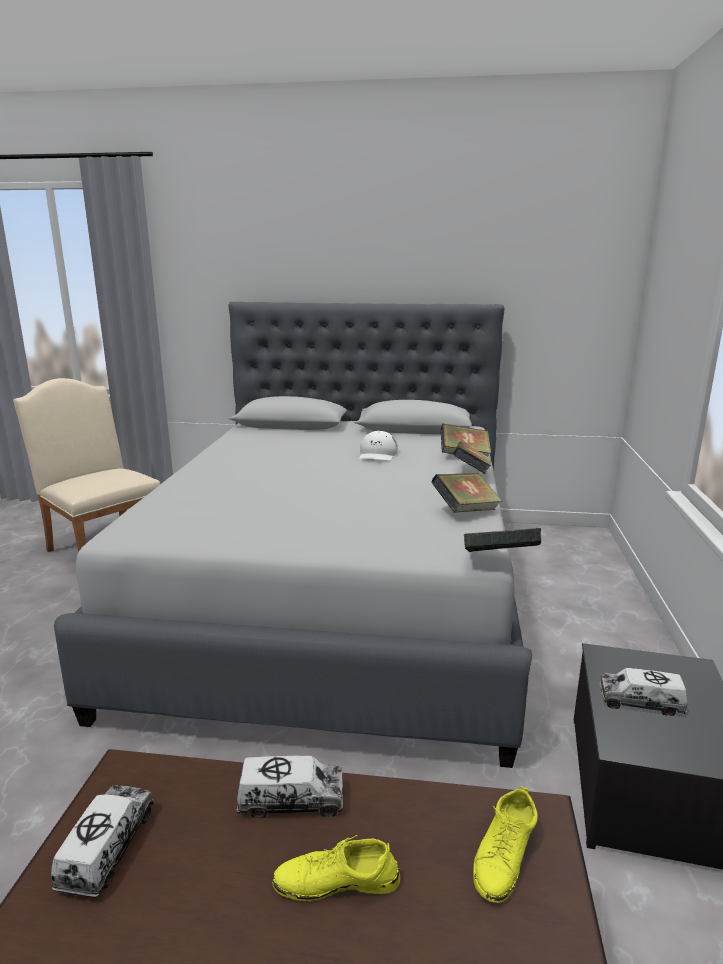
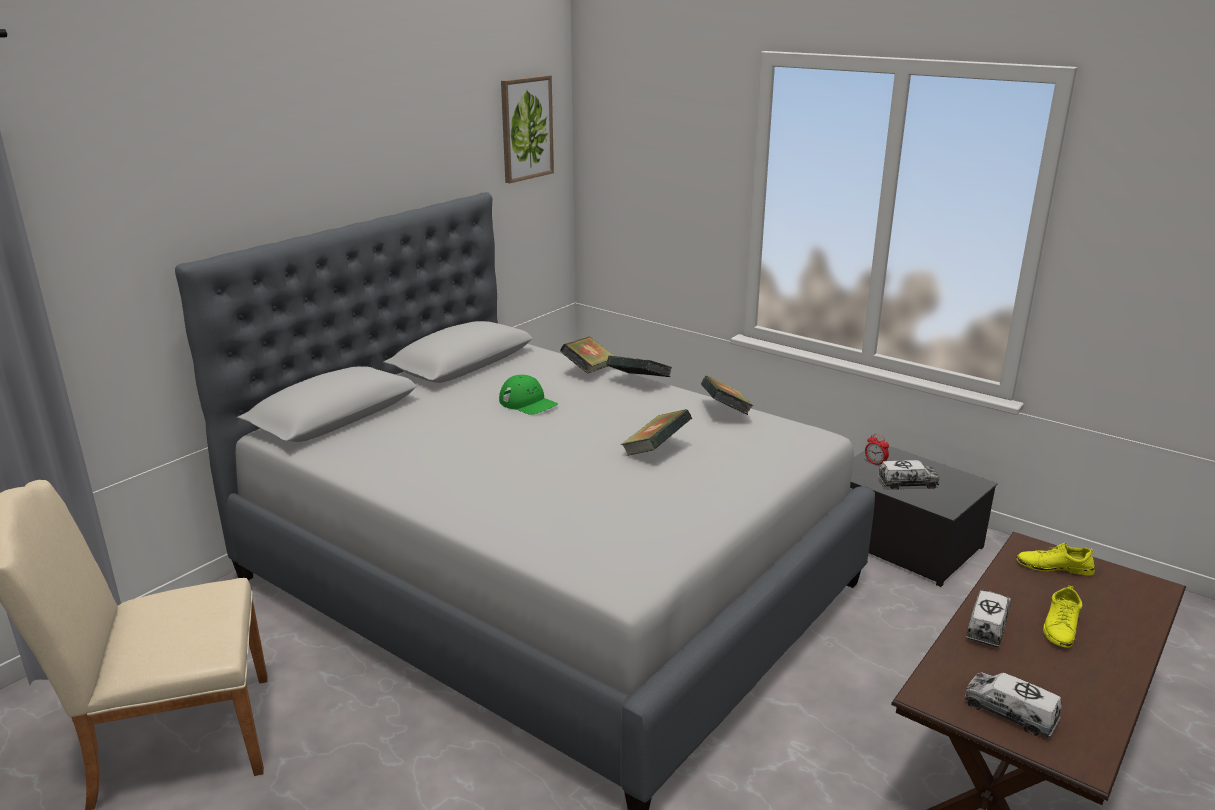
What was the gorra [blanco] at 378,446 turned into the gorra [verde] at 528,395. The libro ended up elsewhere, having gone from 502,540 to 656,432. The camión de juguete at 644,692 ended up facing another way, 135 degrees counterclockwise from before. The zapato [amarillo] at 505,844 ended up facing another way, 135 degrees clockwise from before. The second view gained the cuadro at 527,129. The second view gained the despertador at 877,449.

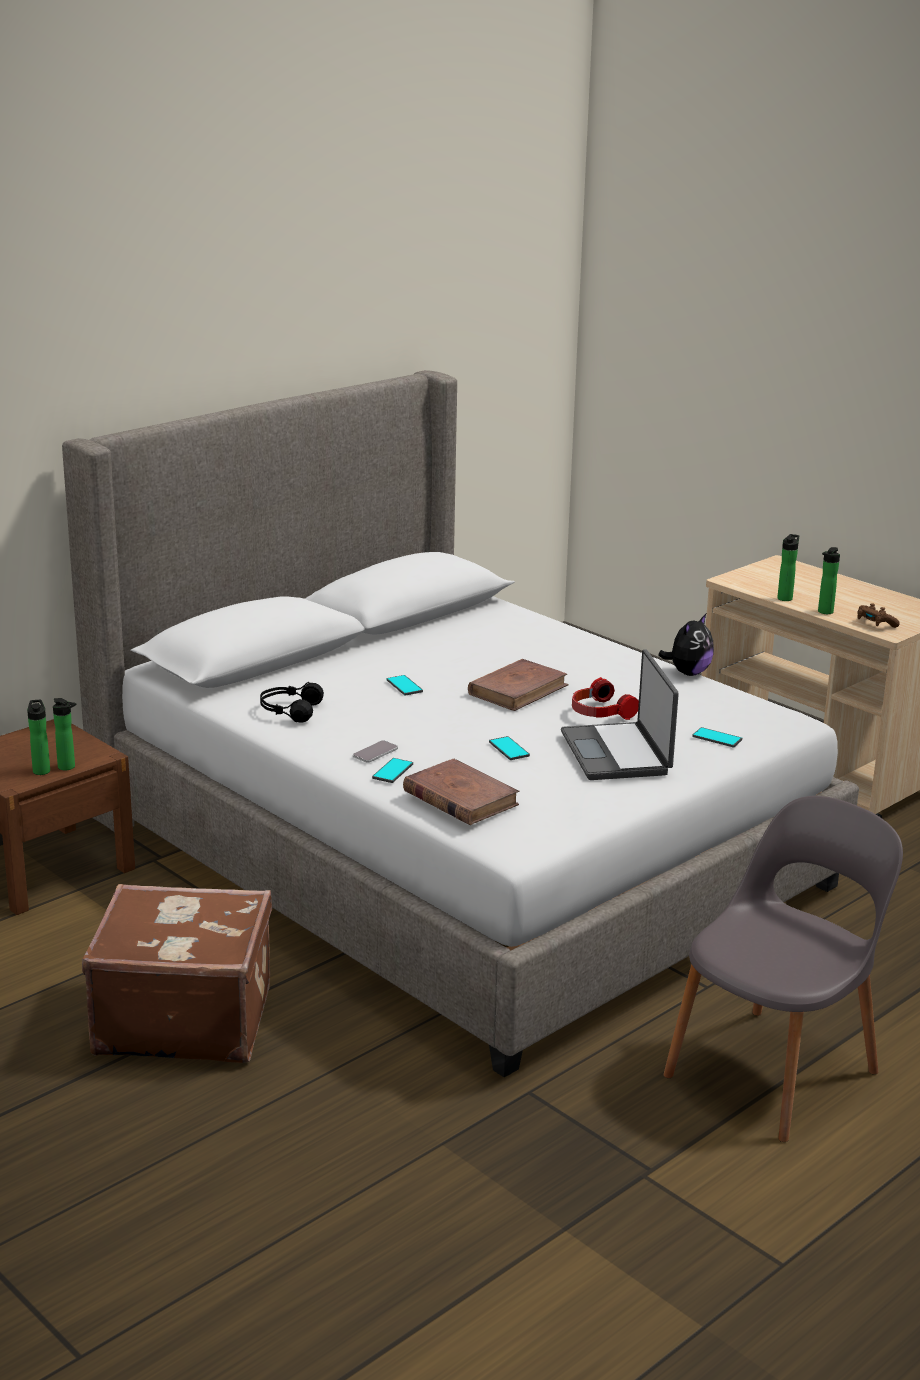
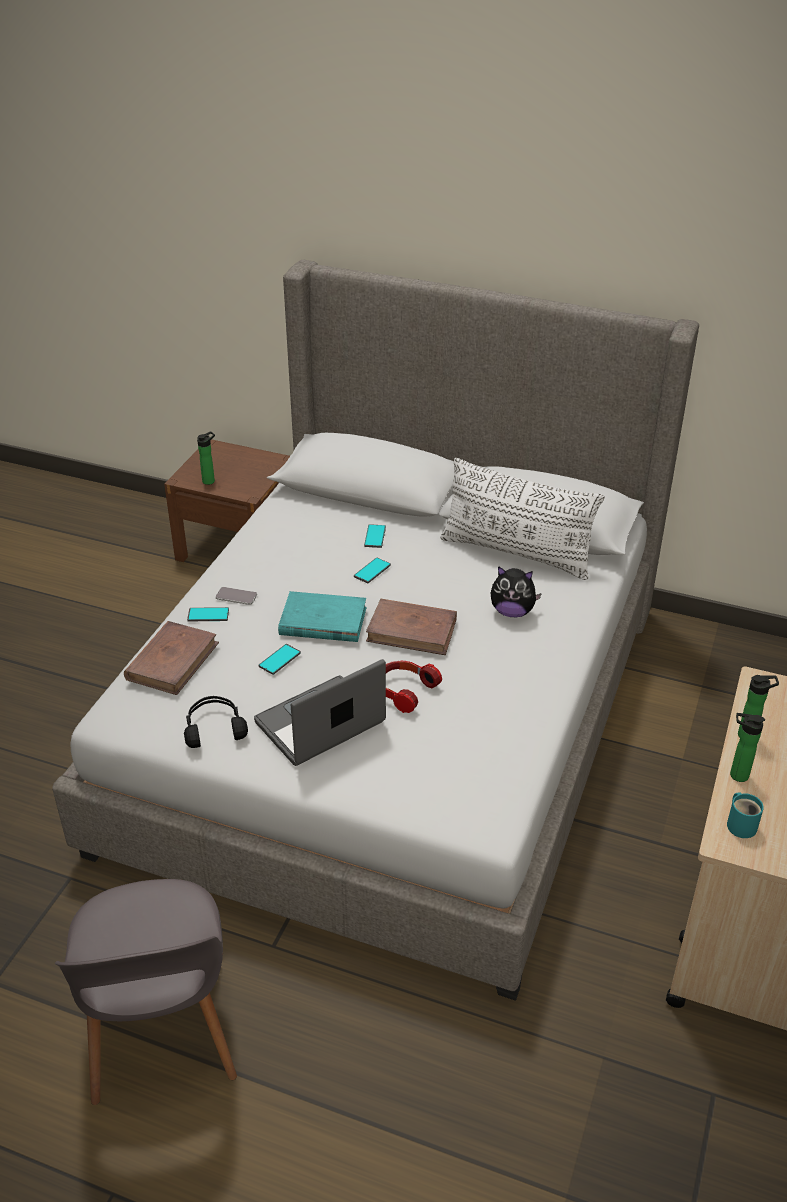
Where the mando de consola [marrón] stood at 879,615, the taza grande [turquesa] came to stand at 745,815. The peluche ended up elsewhere, having gone from 686,645 to 516,591. The auriculares [negro] ended up elsewhere, having gone from 292,702 to 216,722. The second view lost the botella at 64,734. The móvil ended up elsewhere, having gone from 717,737 to 375,536. The silla [gris] at 783,969 ended up facing another way, 60 degrees clockwise from before. The second view lost the maleta [marrón] at 177,973. The second view gained the cojín [blanco] at 522,519. The second view gained the libro [turquesa] at 322,616.

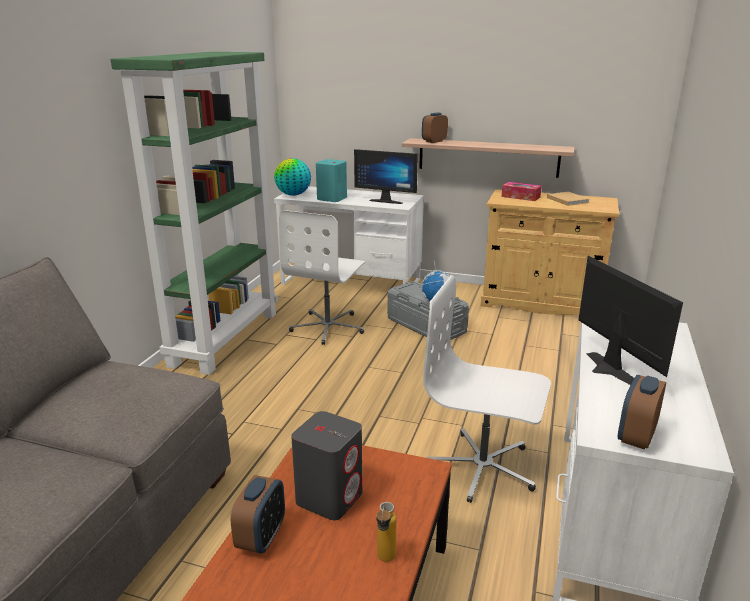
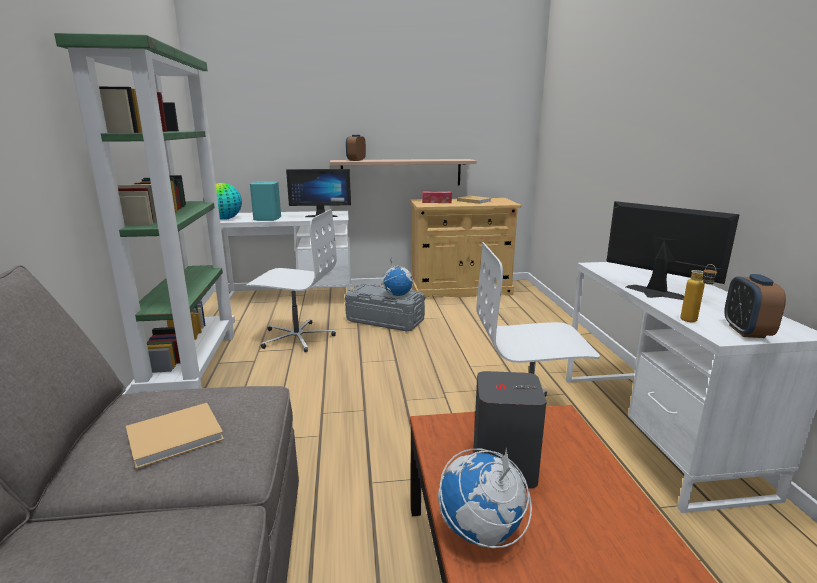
The silla de oficina [blanco] at 322,277 ended up facing another way, 75 degrees counterclockwise from before. Where the despertador stood at 258,514, the globo terráqueo came to stand at 485,498. The botella ended up elsewhere, having gone from 386,532 to 698,293. The second view gained the libro [beis] at 175,436.

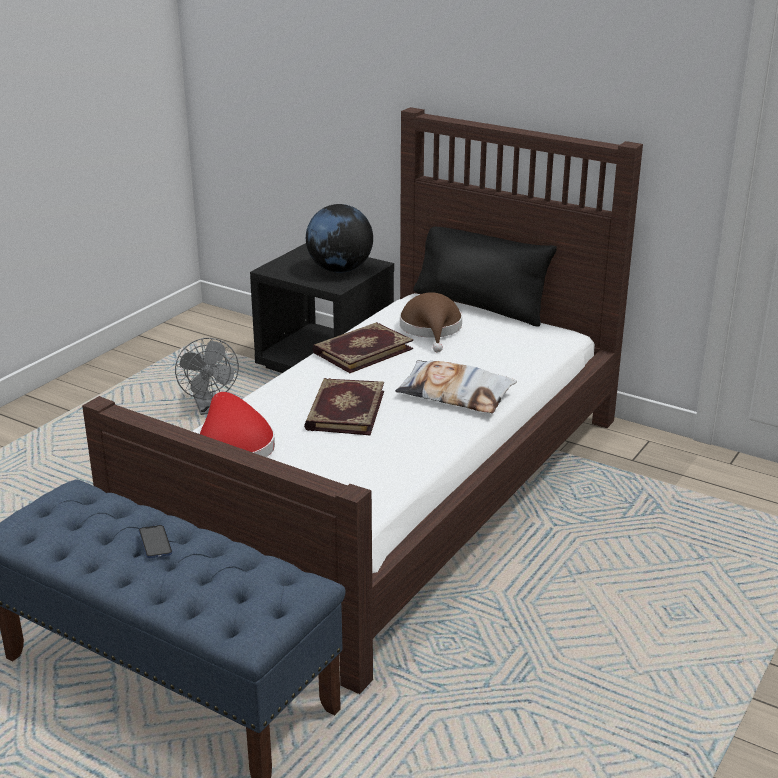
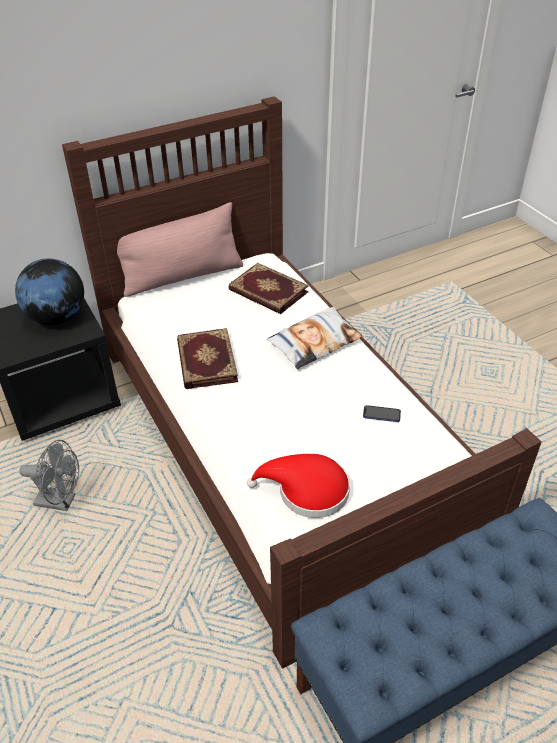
What was the cojín [negro] at 485,277 turned into the cojín [rosa] at 180,249. The second view lost the sombrero [marrón] at 431,322. The libro ended up elsewhere, having gone from 344,406 to 268,288. The móvil ended up elsewhere, having gone from 155,541 to 382,413.

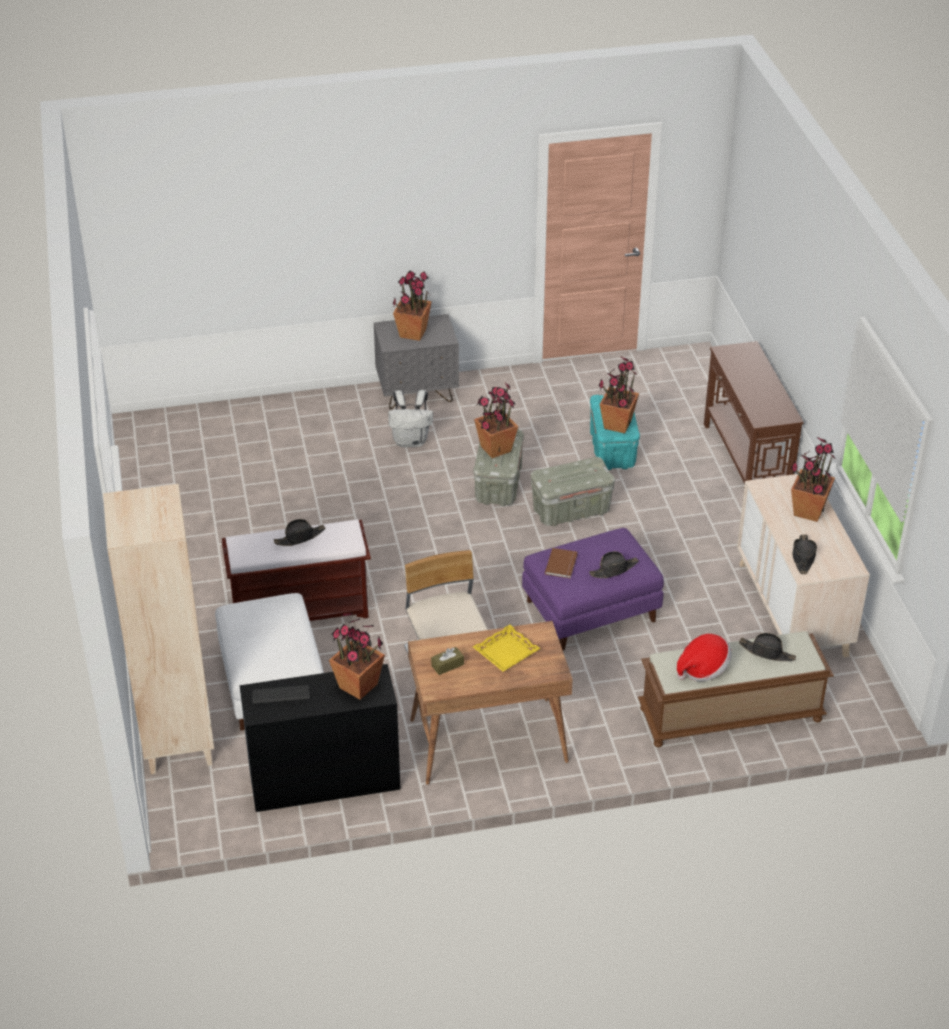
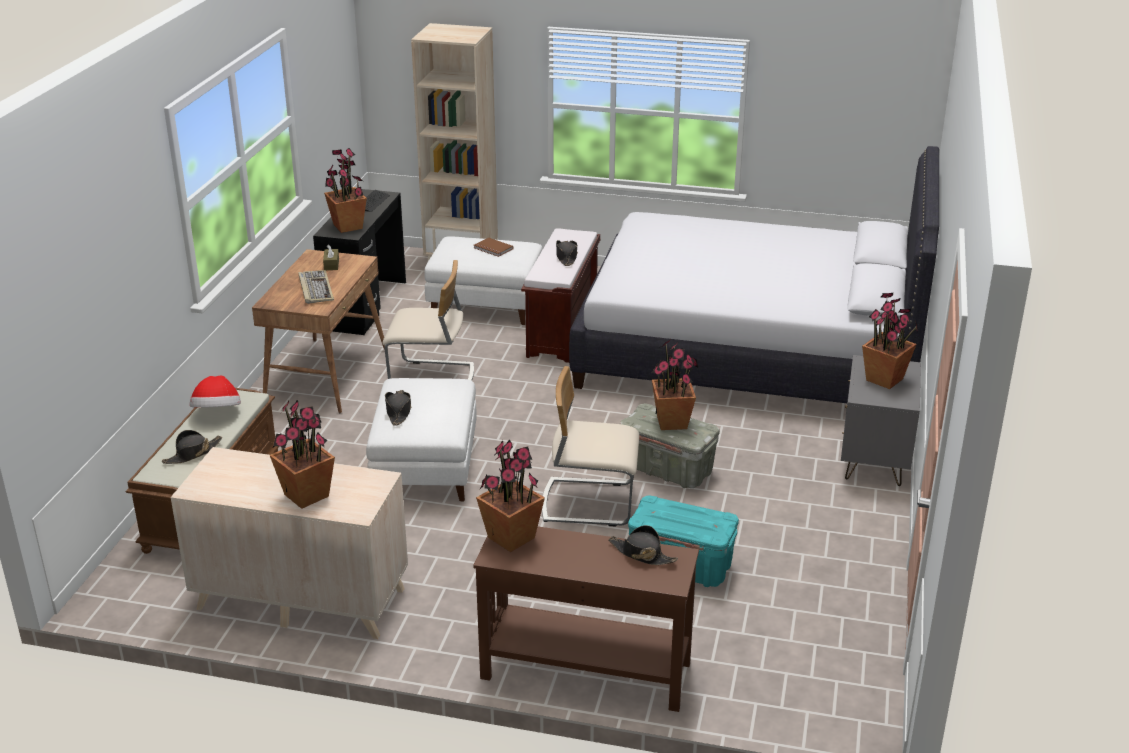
The planta en maceta ended up elsewhere, having gone from 619,394 to 510,496. The second view lost the mochila [blanco] at 410,418. Where the caja de almacenaje [gris] stood at 572,491, the silla [beis] came to stand at 590,446. What was the puf [morado] at 593,589 turned into the puf [blanco] at 421,440. The sombrero [negro] ended up elsewhere, having gone from 805,554 to 643,545. The libro [marrón] ended up elsewhere, having gone from 561,563 to 494,247. Where the bandeja [amarillo] stood at 507,648, the teclado came to stand at 316,287. The second view gained the cama [blanco] at 754,274.

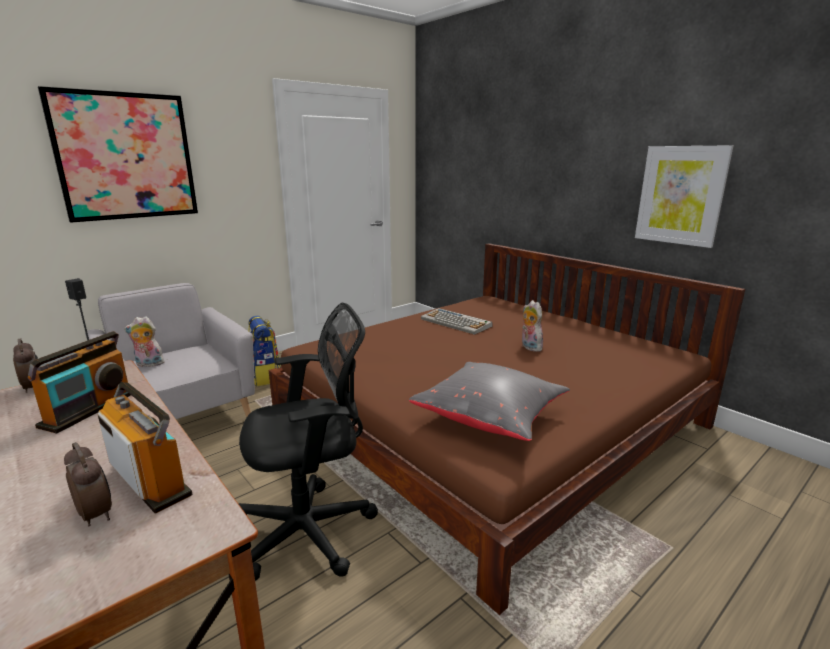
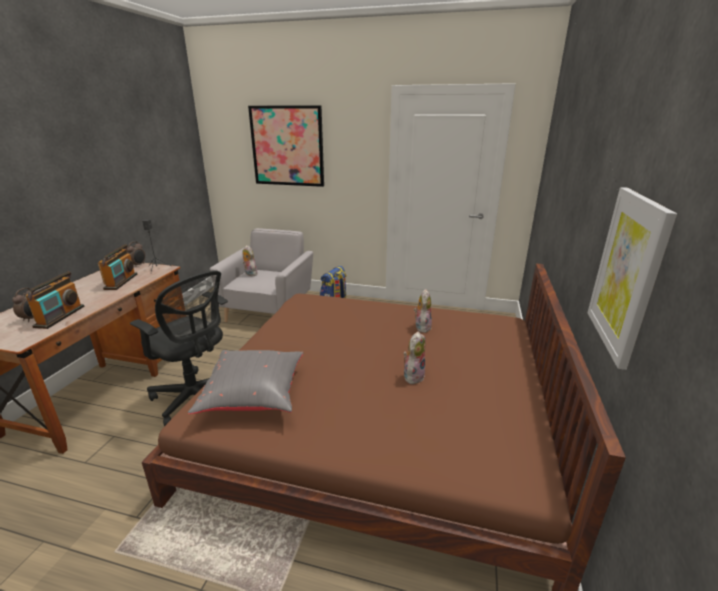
Where the teclado stood at 456,321, the peluche came to stand at 423,311. The radio at 79,382 ended up facing another way, 75 degrees counterclockwise from before.

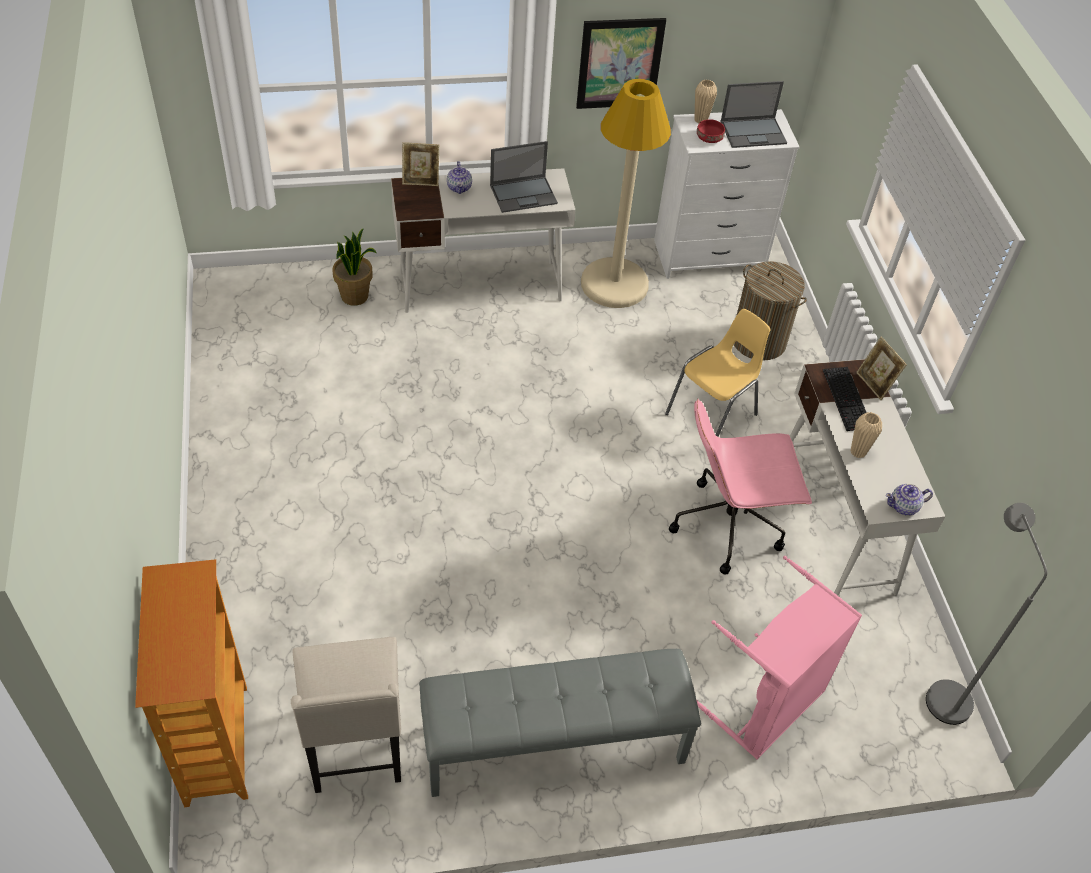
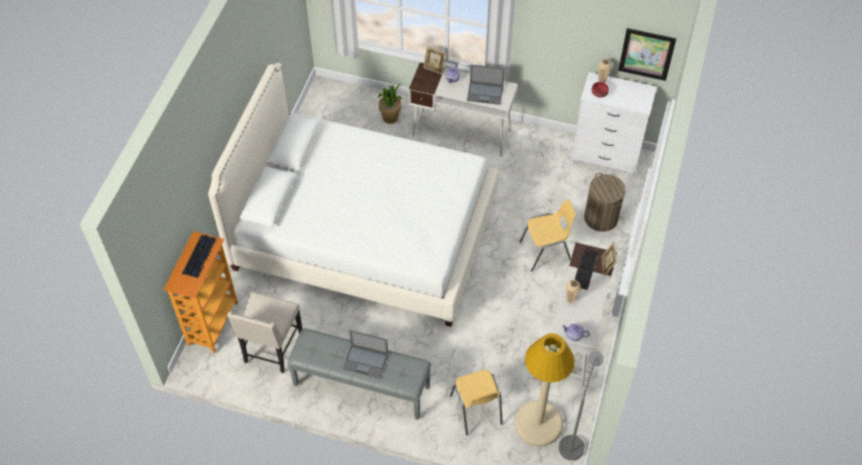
The cuadro ended up elsewhere, having gone from 621,63 to 647,54. The lámpara de pie [beis] ended up elsewhere, having gone from 626,193 to 544,389. The portátil ended up elsewhere, having gone from 753,114 to 365,354. The second view lost the silla de oficina [rosa] at 740,486. Where the cesto de la ropa [rosa] stood at 779,657, the silla [amarillo] came to stand at 476,402. The second view gained the cama [blanco] at 353,195. The second view gained the teclado at 199,256.

